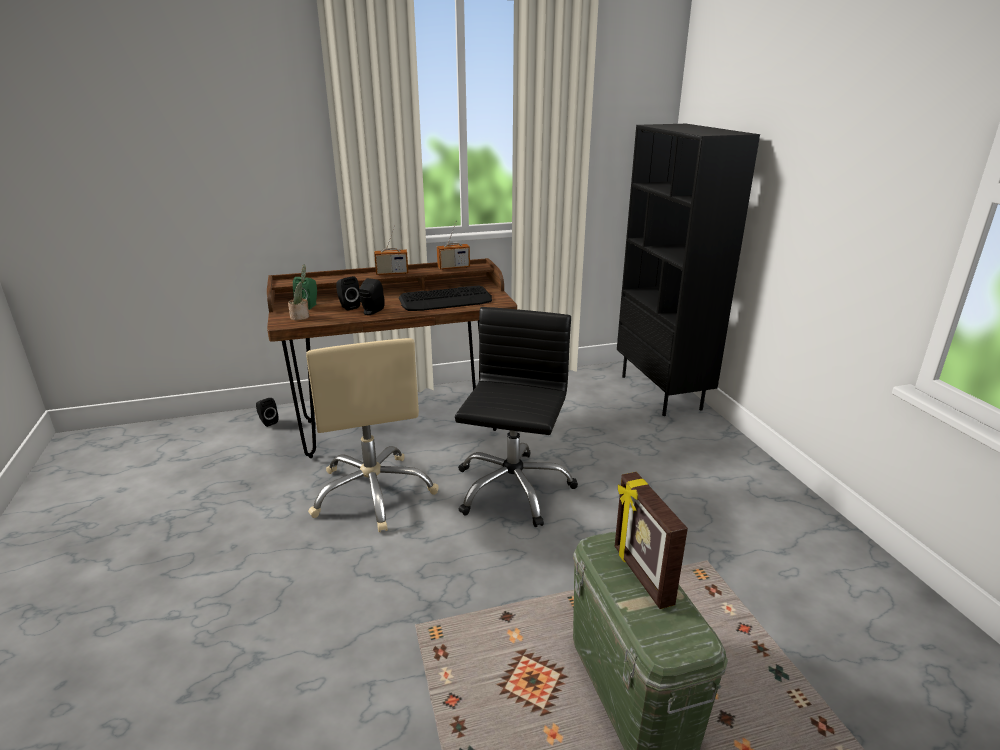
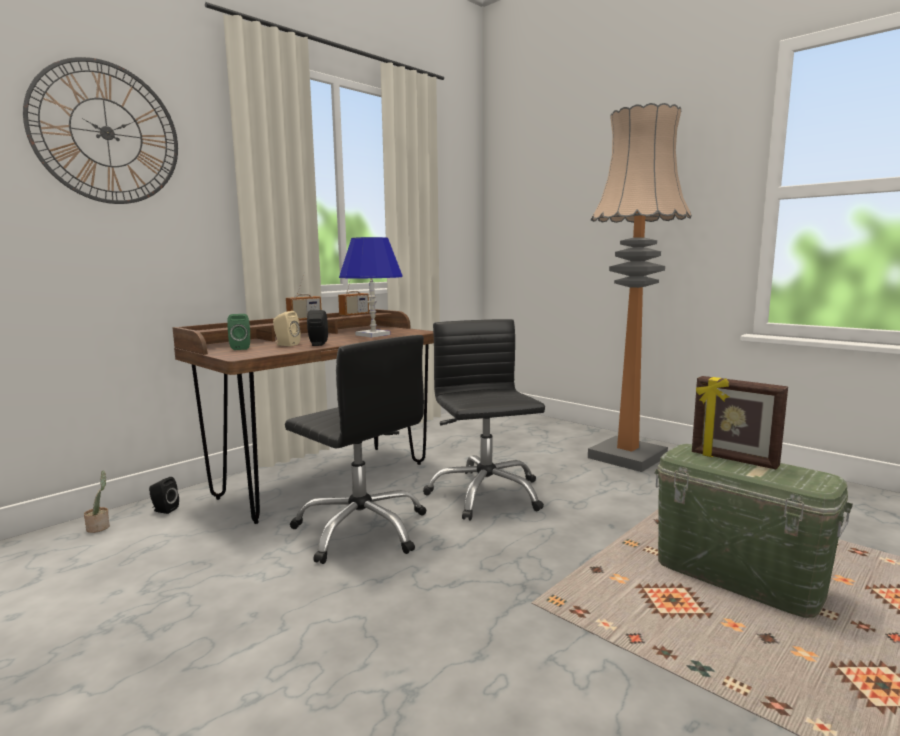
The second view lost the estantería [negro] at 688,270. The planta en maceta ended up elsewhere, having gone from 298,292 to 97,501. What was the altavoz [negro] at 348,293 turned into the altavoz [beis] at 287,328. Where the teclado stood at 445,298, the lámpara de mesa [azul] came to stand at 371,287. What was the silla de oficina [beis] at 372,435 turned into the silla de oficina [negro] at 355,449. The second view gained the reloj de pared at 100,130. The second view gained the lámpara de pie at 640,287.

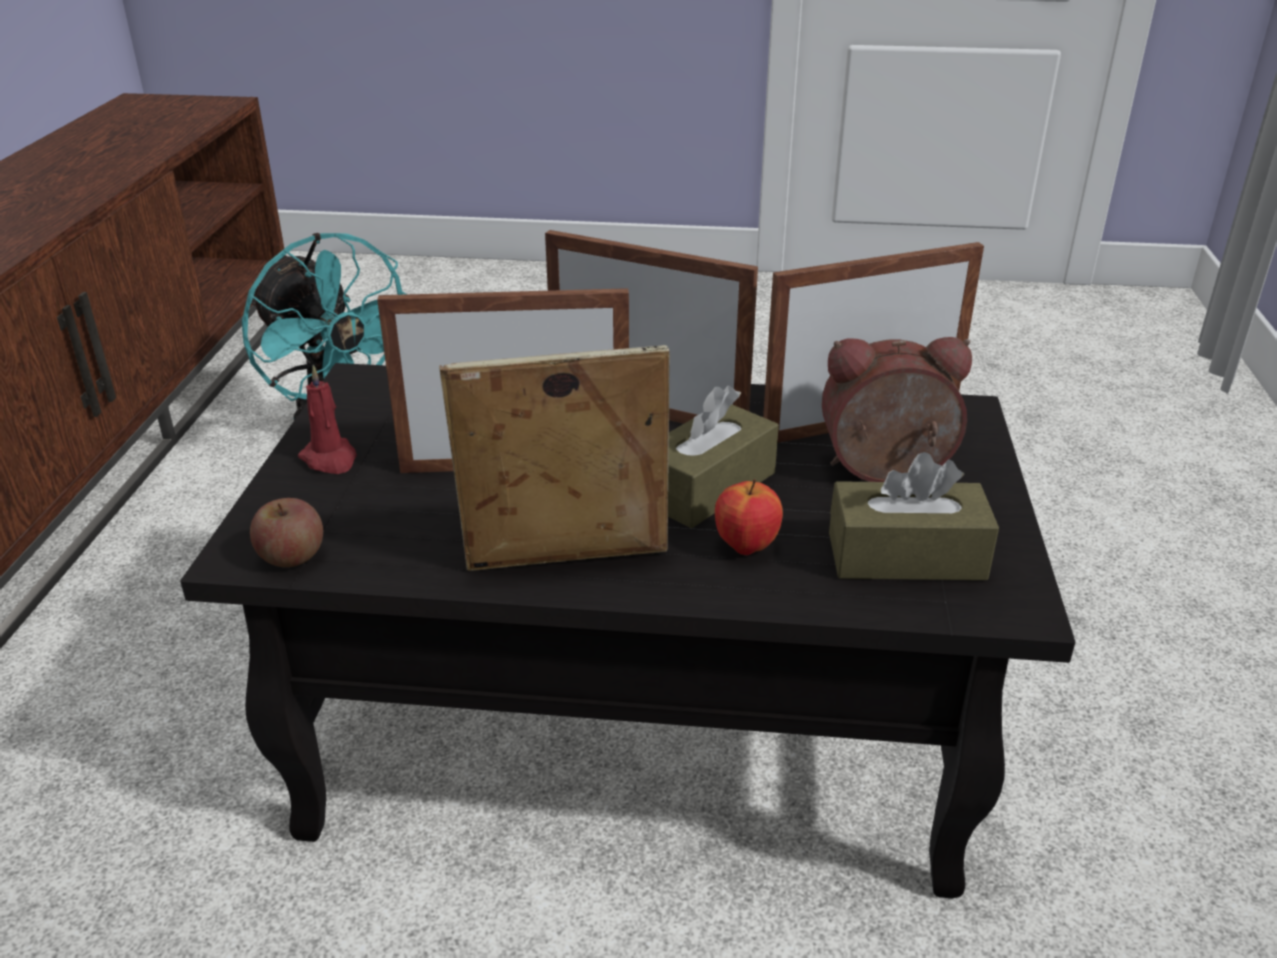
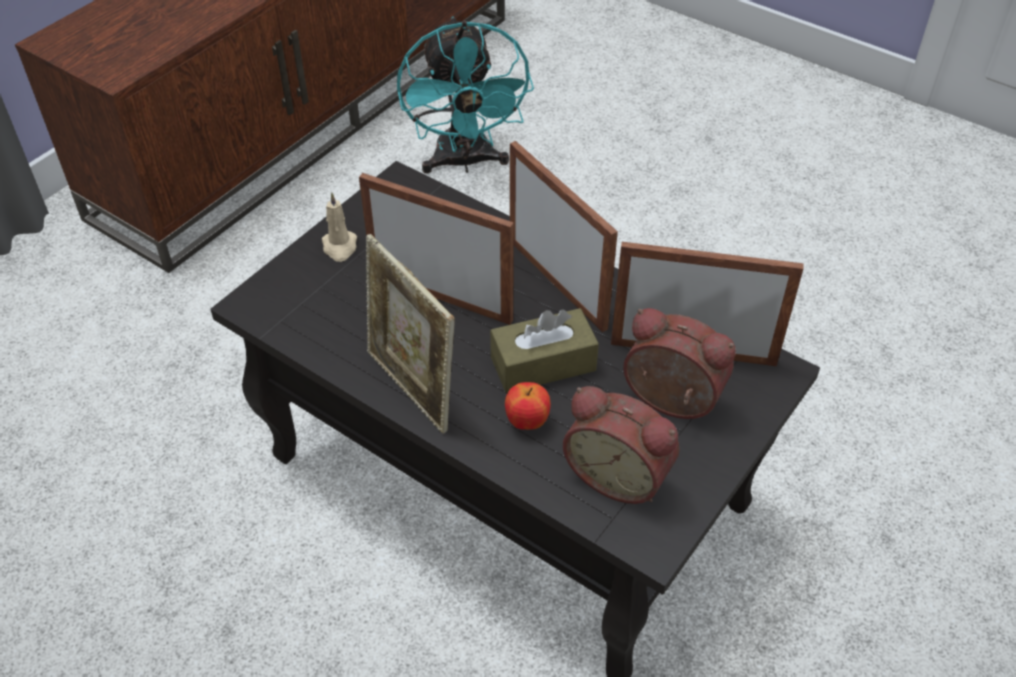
The portarretratos at 554,458 ended up facing another way, 150 degrees counterclockwise from before. What was the vela [rojo] at 327,419 turned into the vela [beis] at 339,227. Where the caja de pañuelos [marrón] stood at 914,516, the despertador came to stand at 621,445. The second view lost the manzana at 286,532.

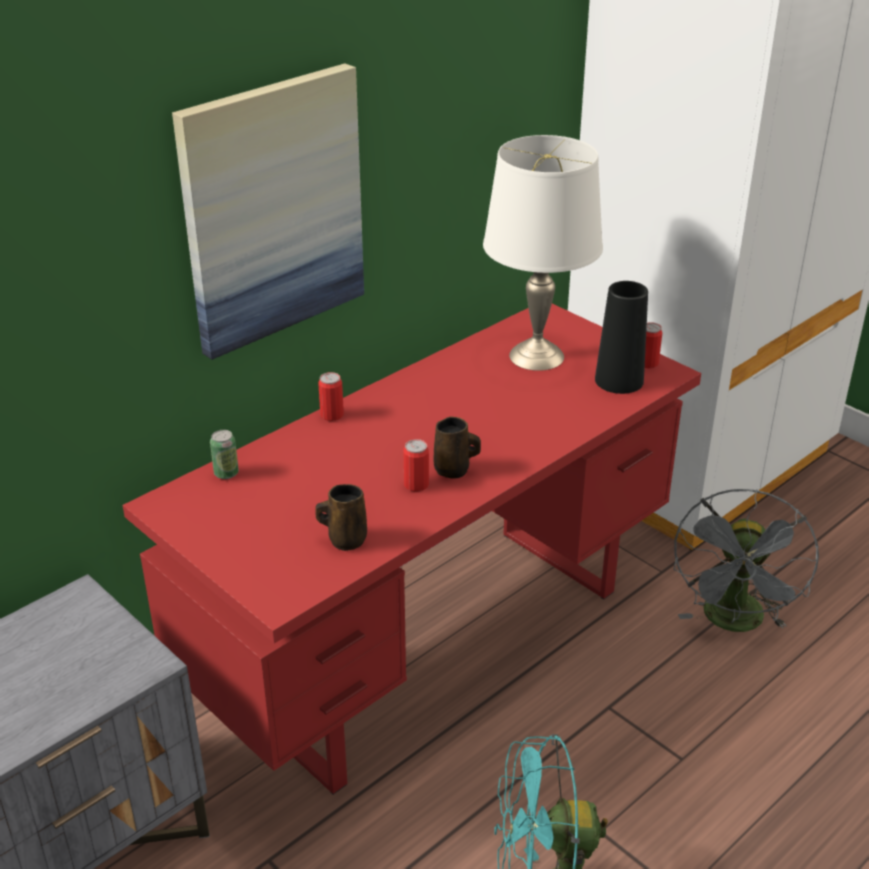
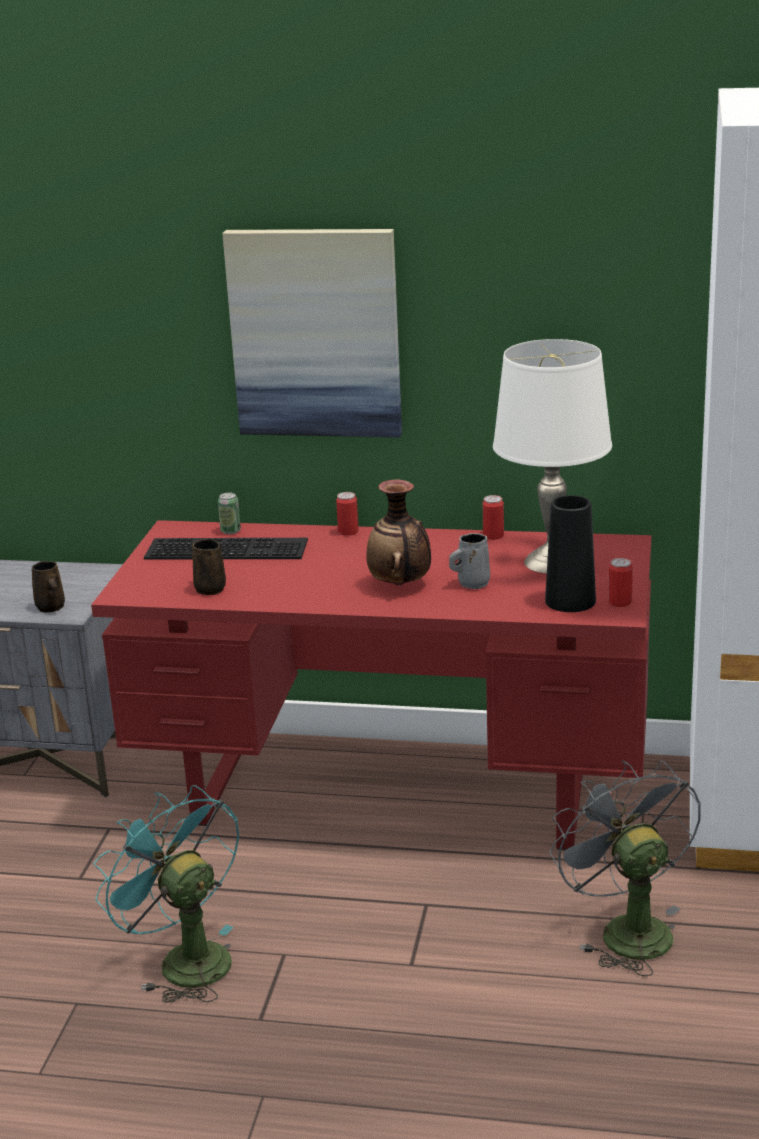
The taza grande [marrón] ended up elsewhere, having gone from 457,448 to 48,587. The lata ended up elsewhere, having gone from 416,465 to 493,517. The ventilador [gris] at 746,560 ended up facing another way, 90 degrees clockwise from before. The second view gained the florero at 398,533. The second view gained the taza grande [gris] at 469,561. The second view gained the teclado at 226,549.

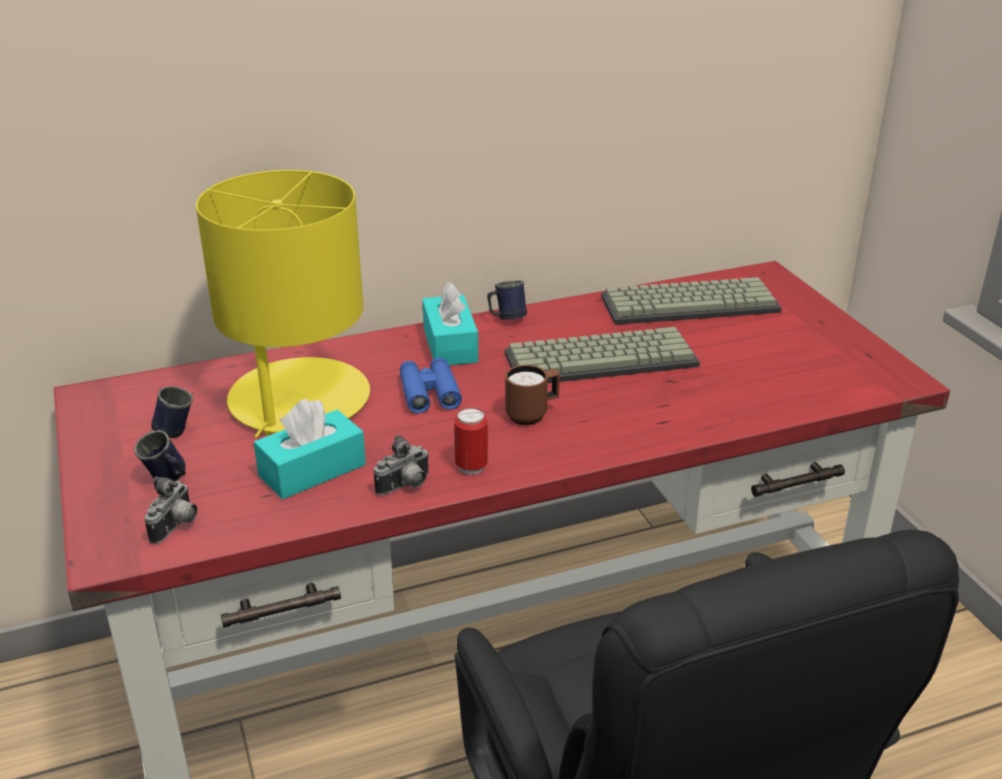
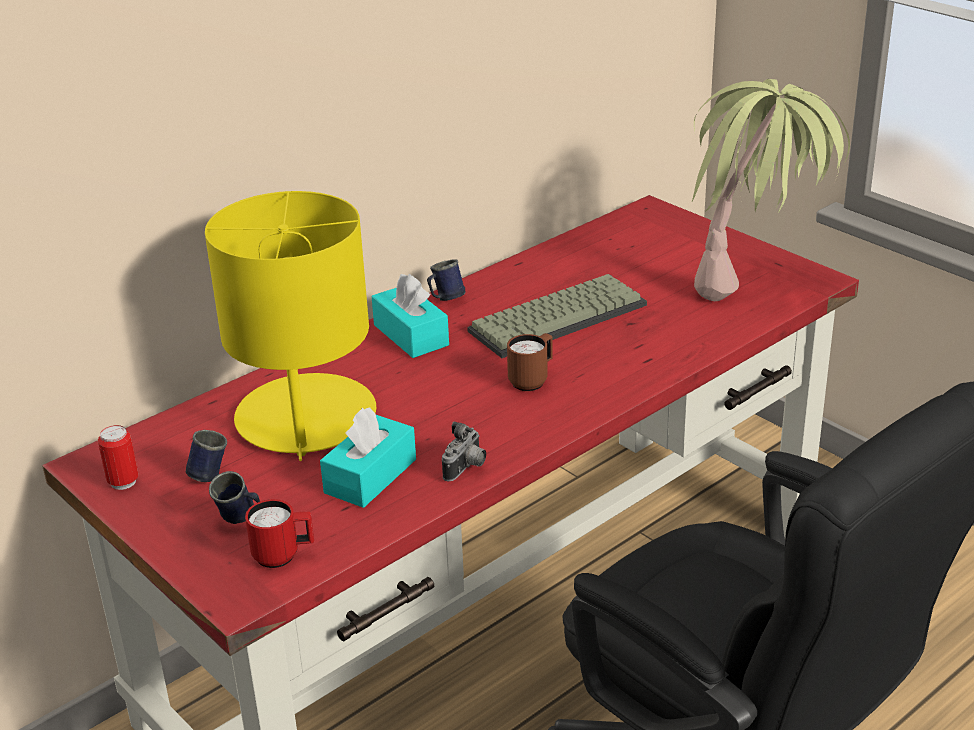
The second view lost the teclado at 691,301. The second view lost the prismáticos [azul] at 431,385. The lata ended up elsewhere, having gone from 471,441 to 118,457. Where the cámara stood at 170,510, the taza grande [rojo] came to stand at 279,533. The second view gained the planta en maceta at 771,190.

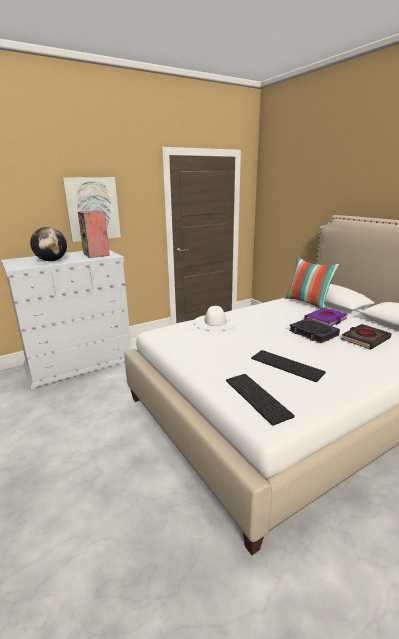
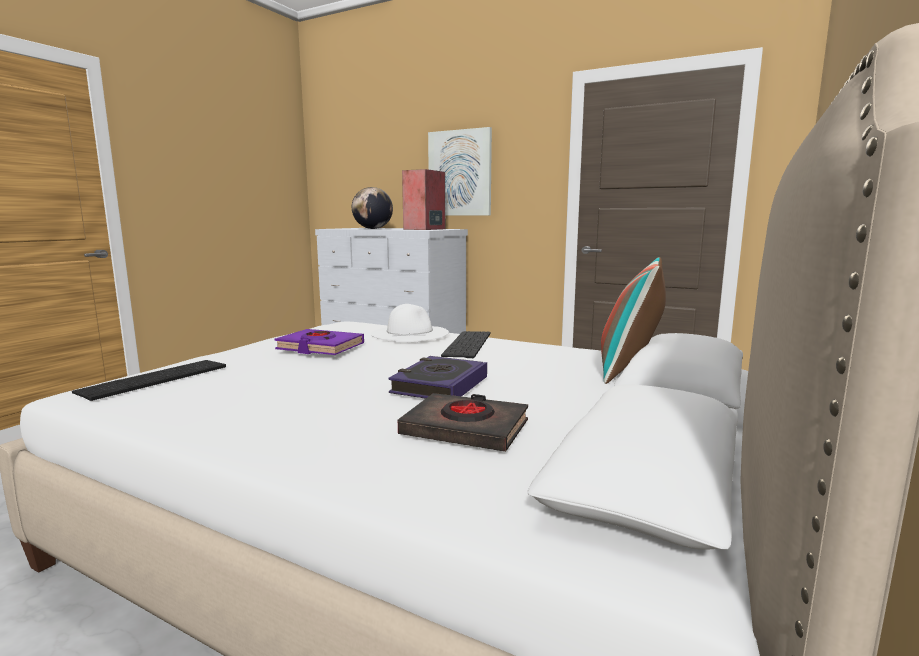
The libro [morado] ended up elsewhere, having gone from 326,316 to 319,342. The teclado ended up elsewhere, having gone from 288,366 to 465,344.

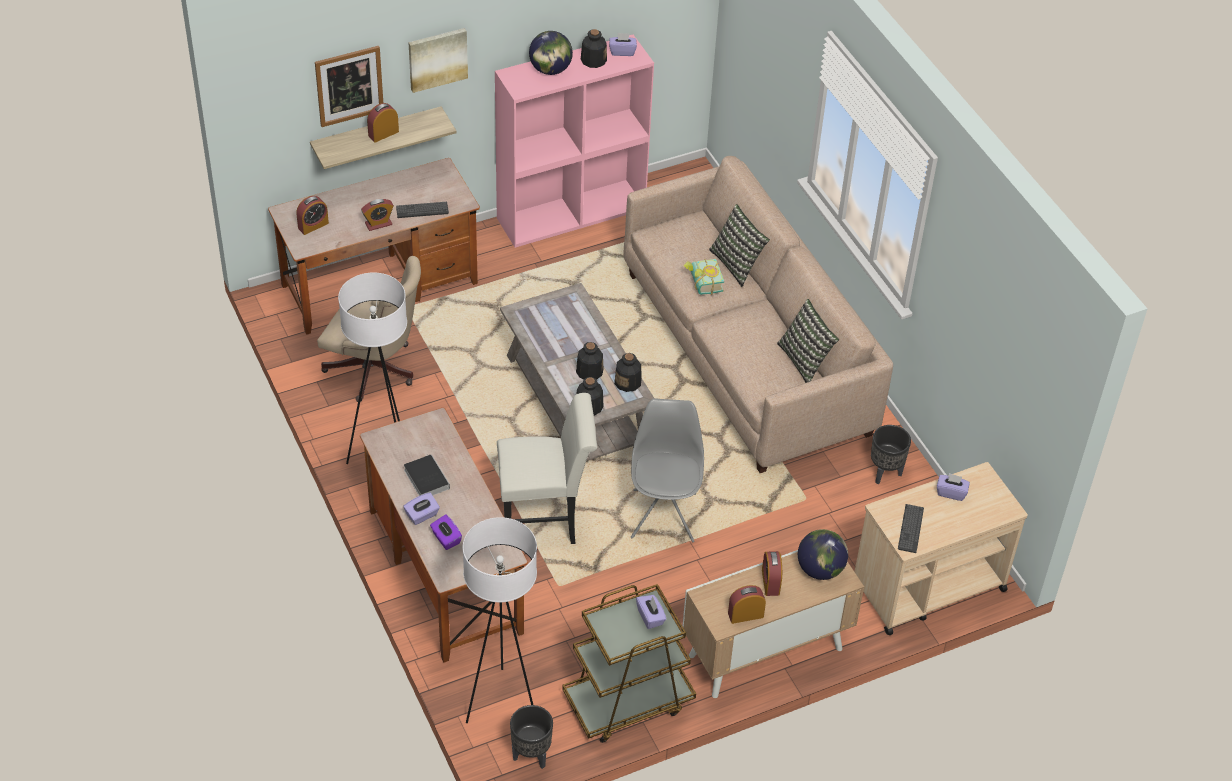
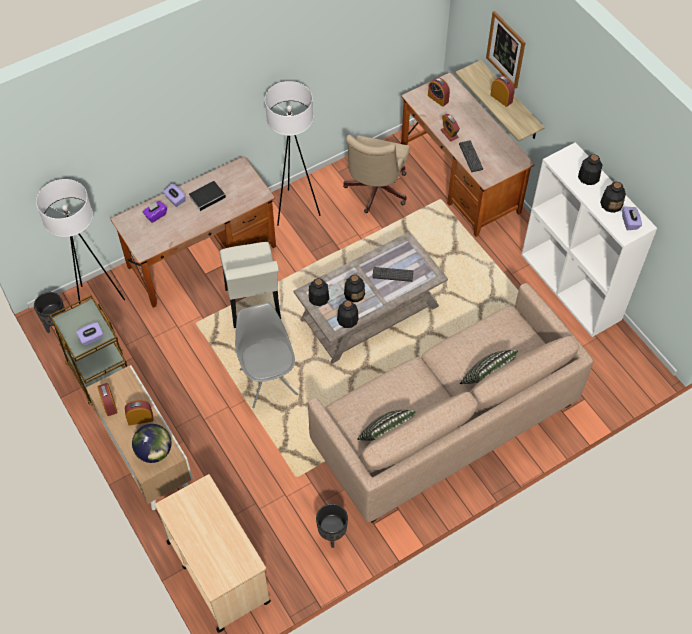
The second view lost the cuadro at 438,60. Where the globo terráqueo stood at 551,53, the botella came to stand at 590,169. What was the estantería [rosa] at 574,141 turned into the estantería [blanco] at 589,239. The second view lost the libro at 703,277. The silla [gris] at 667,470 ended up facing another way, 105 degrees counterclockwise from before. The second view lost the caja de pañuelos [morado] at 953,487. The teclado ended up elsewhere, having gone from 911,528 to 392,274.

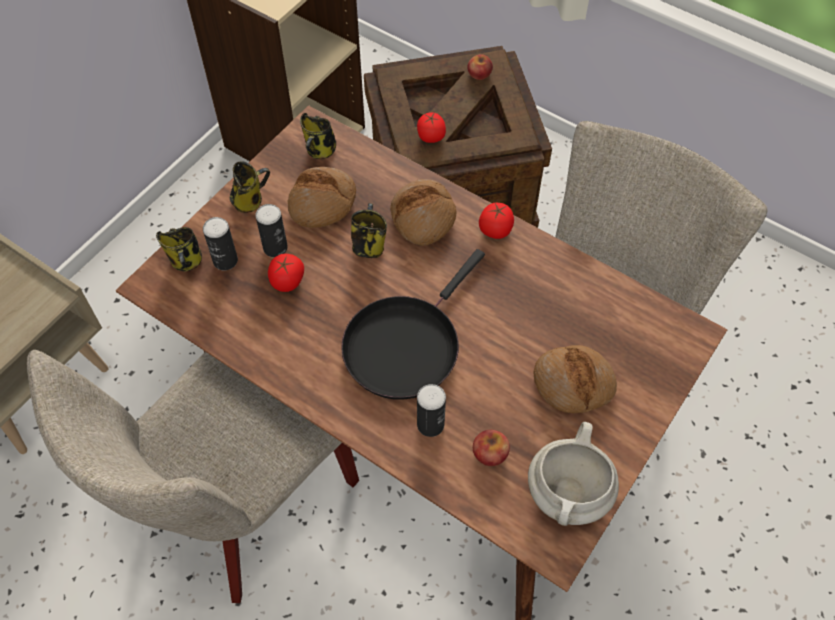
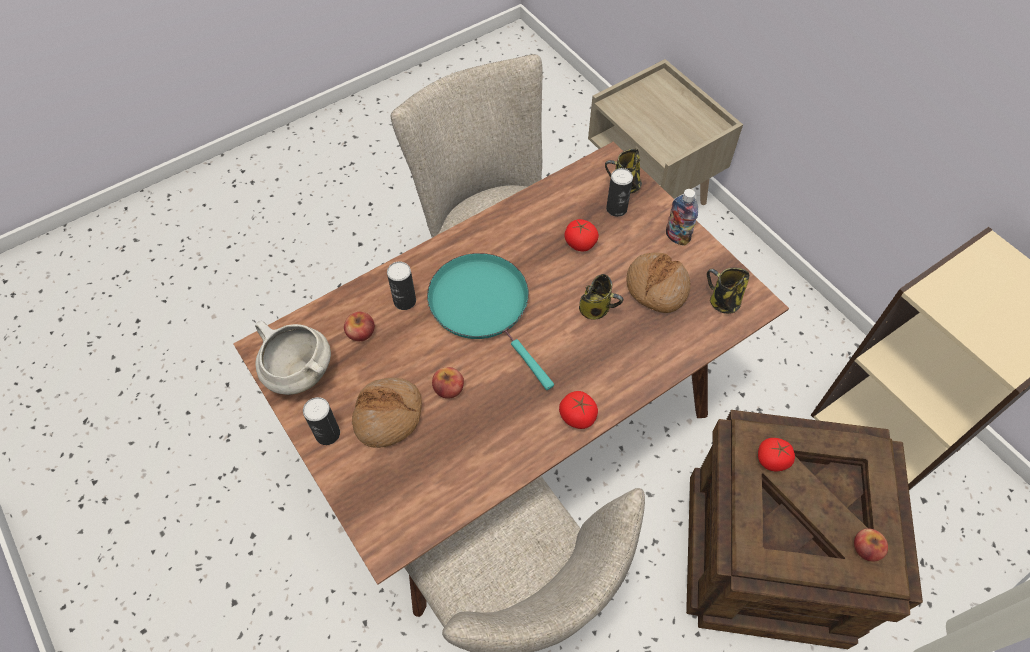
Where the taza grande stood at 250,187, the botella came to stand at 682,217. The second view lost the pan at 423,212. The lata ended up elsewhere, having gone from 271,230 to 321,421. What was the sartén [negro] at 413,324 turned into the sartén [turquesa] at 490,321. The second view gained the manzana at 448,383.

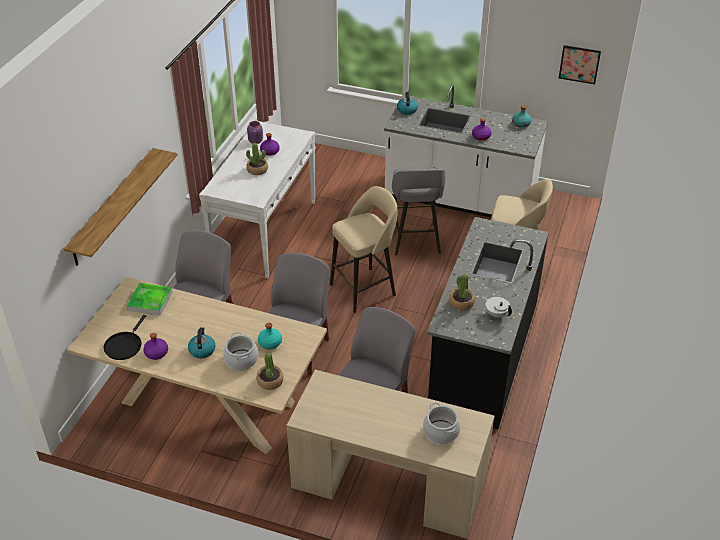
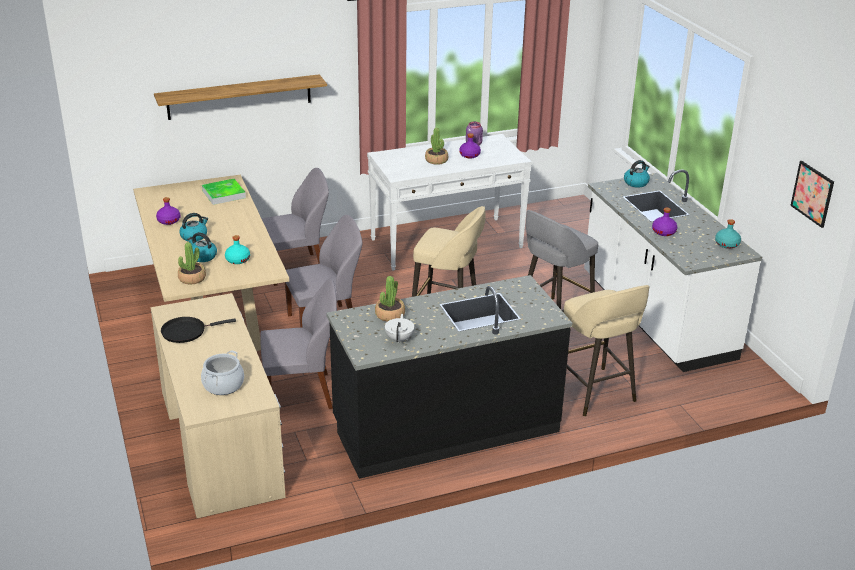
The sartén [negro] ended up elsewhere, having gone from 125,337 to 198,330. Where the olla stood at 240,351, the hervidor came to stand at 202,247.

